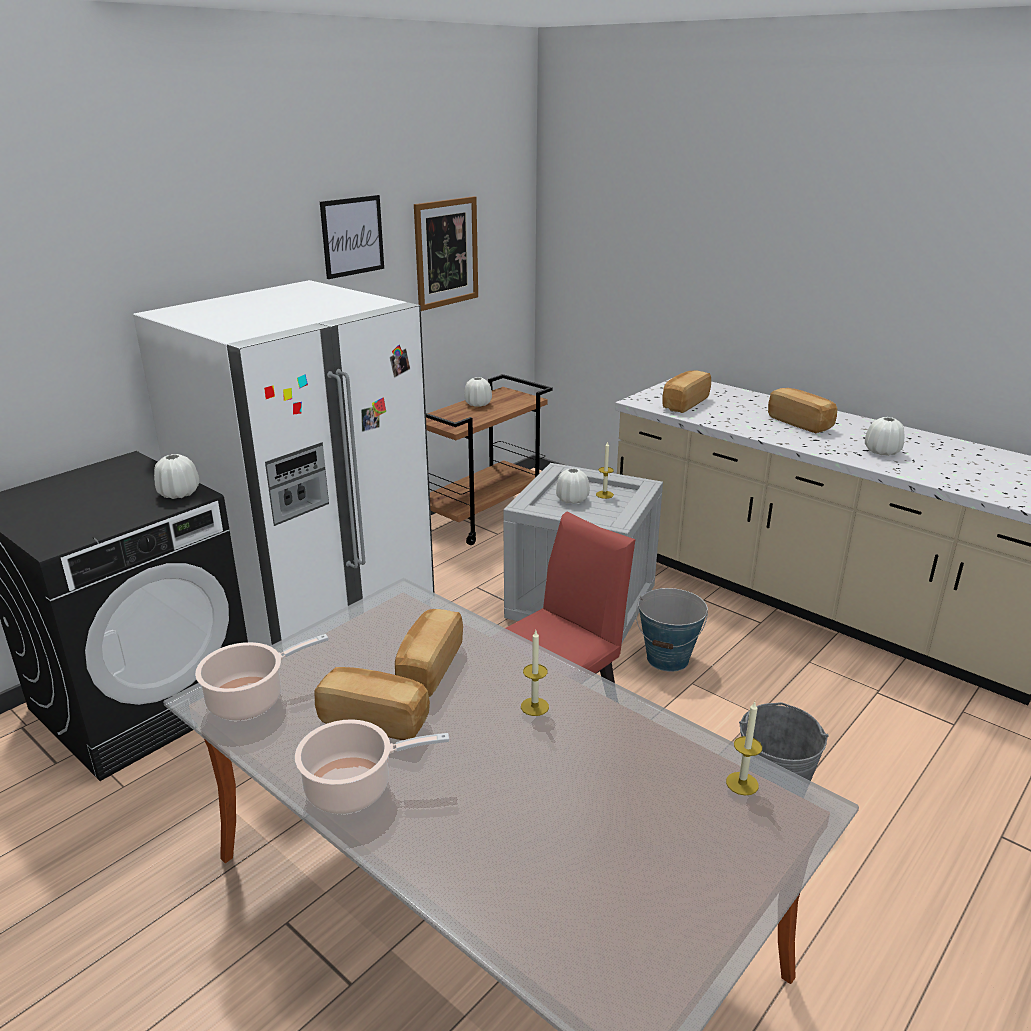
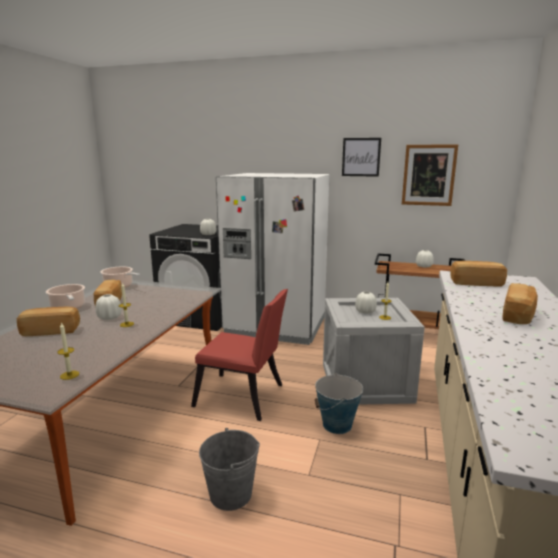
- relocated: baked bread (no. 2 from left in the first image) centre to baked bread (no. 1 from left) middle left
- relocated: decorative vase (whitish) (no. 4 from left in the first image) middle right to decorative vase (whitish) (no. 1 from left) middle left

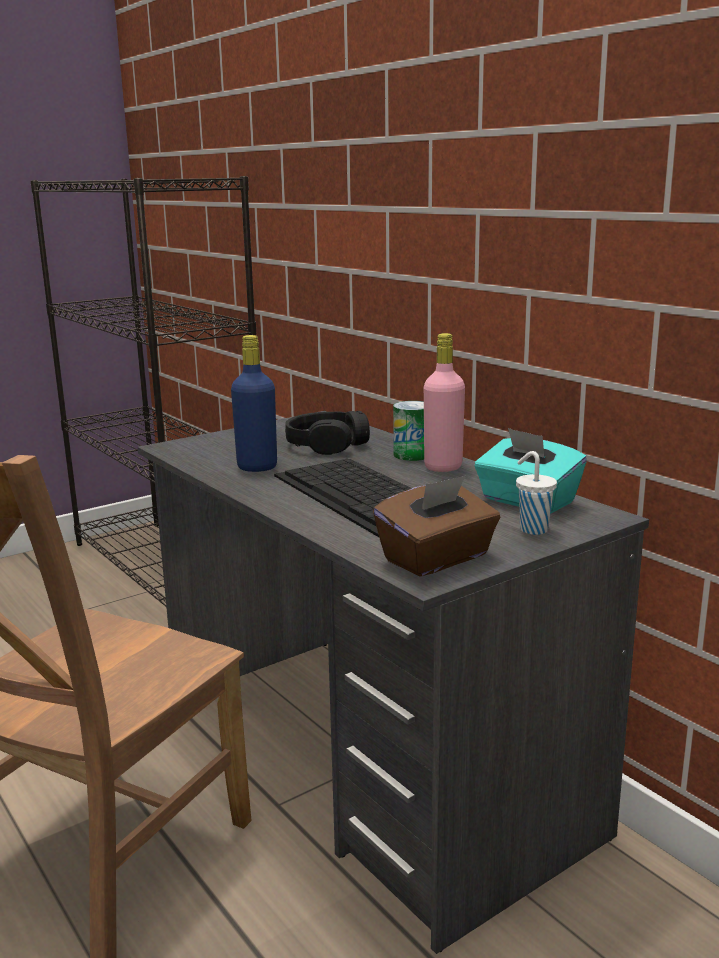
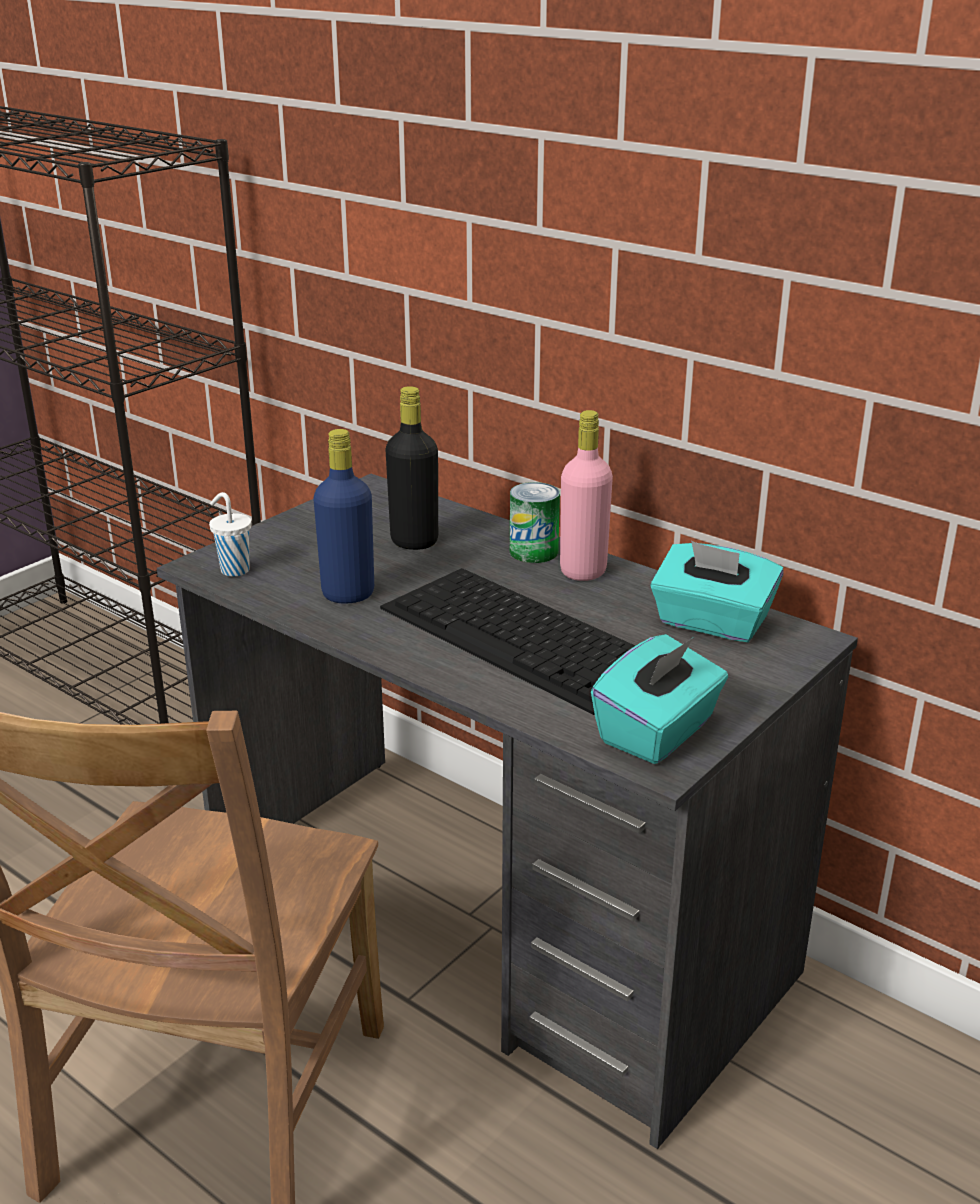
- relocated: drinking cup (whitish) middle right to middle left
- exchanged: pair of headphones (blackish) centre to beverage bottle (blackish) centre
- colour: box of tissues (brownish) centre to box of tissues (blue-green) (no. 1 from left) middle right

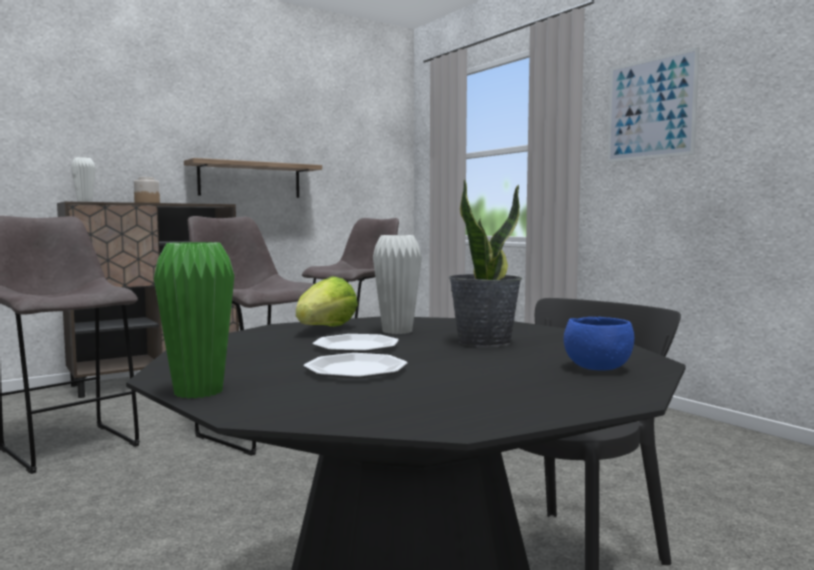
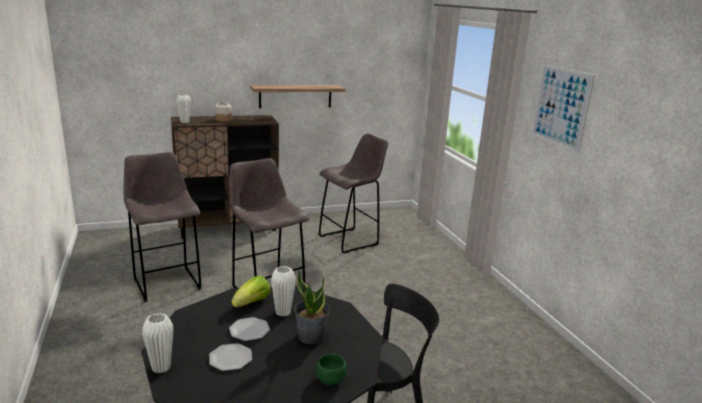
- colour: decorative vase (green) middle left to decorative vase (whitish) (no. 1 from left) bottom left
- colour: bowl (blue) middle right to bowl (green) bottom centre

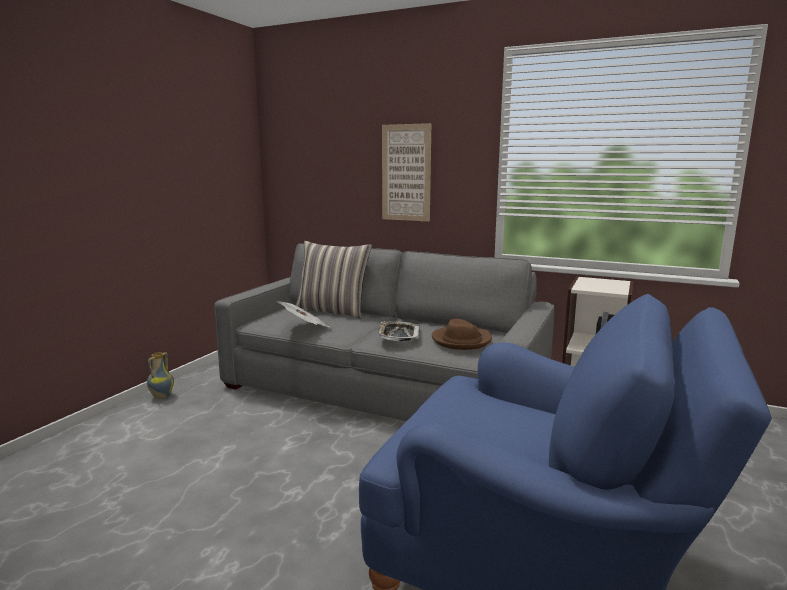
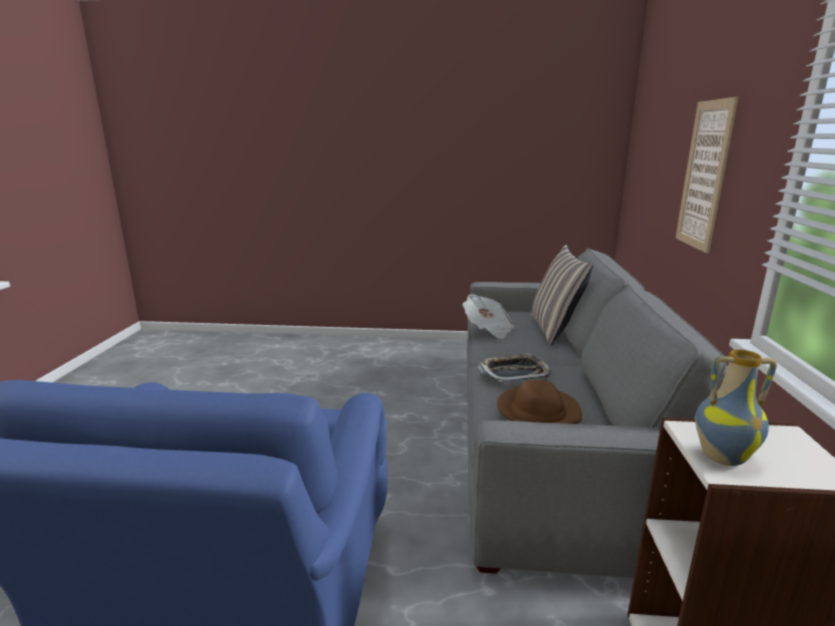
- relocated: decorative vase middle left to middle right

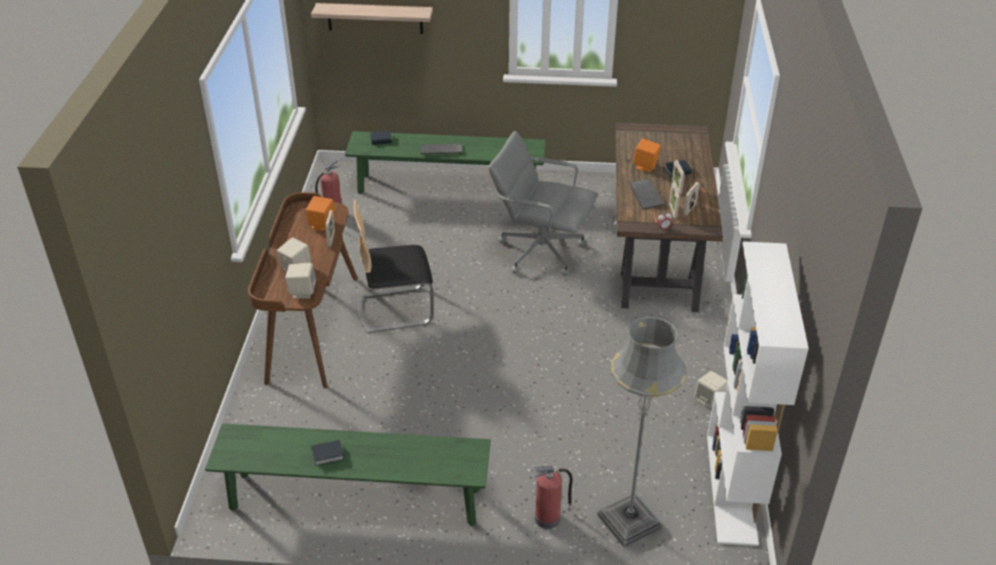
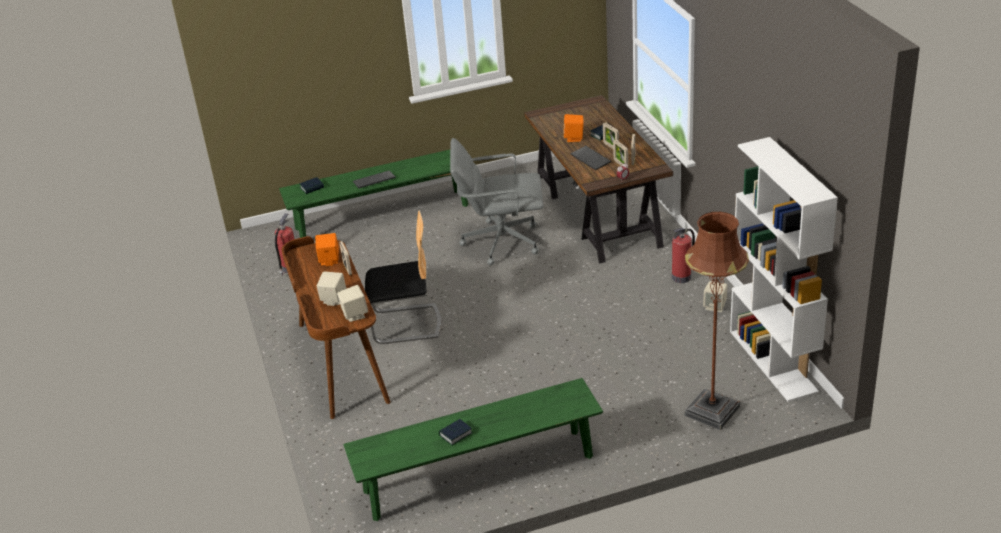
- spun: chair centre = centre 150 degrees counterclockwise
- relocated: fire extinguisher (no. 2 from left) bottom centre to middle right
- colour: standing lamp (greyish) bottom centre to standing lamp (brownish) middle right
- missing: bracket shelf top centre

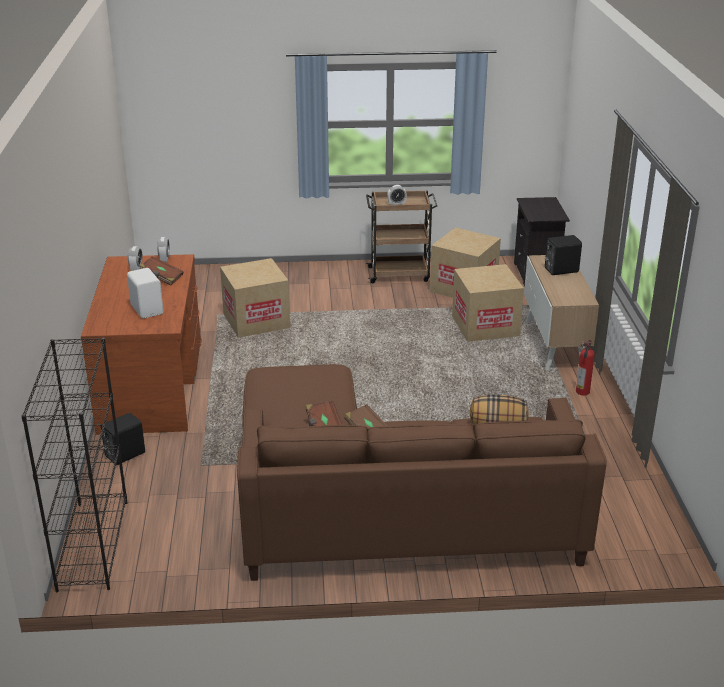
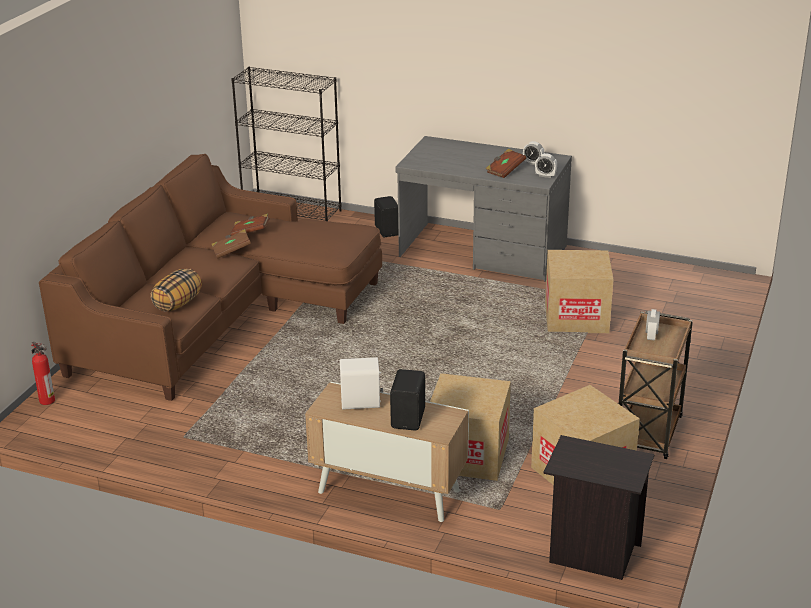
- relocated: fire extinguisher middle right to middle left
- relocated: speaker (whitish) middle left to centre
- colour: desk (brownish) middle left to desk (greyish) centre

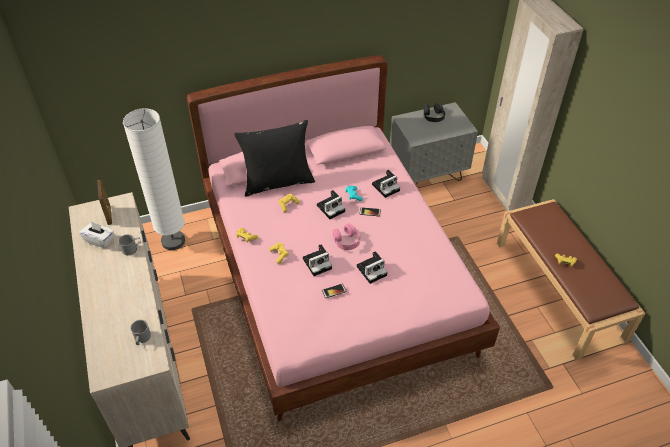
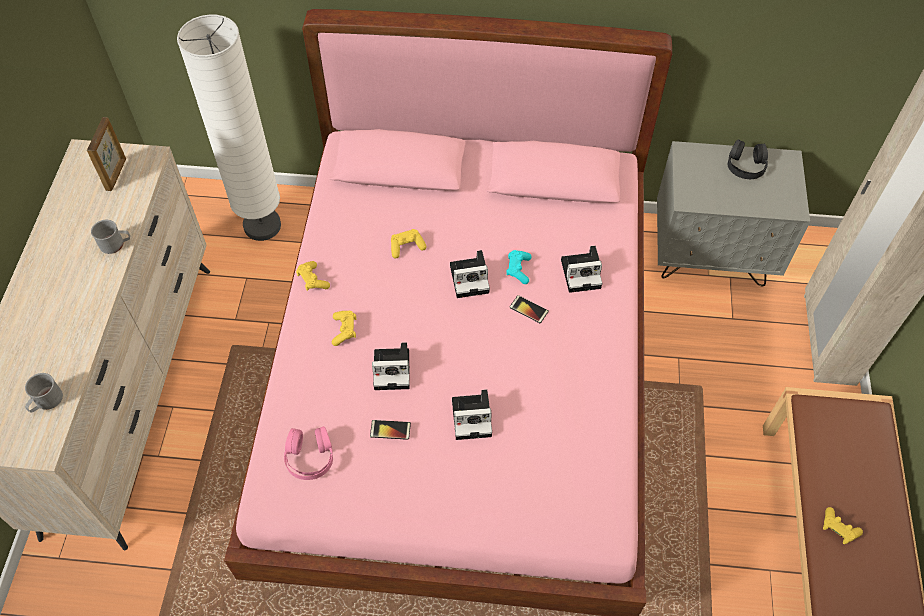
- relocated: pair of headphones (pink-coloured) centre to bottom centre
- missing: box of tissues (whitish) middle left
- missing: pillow (blackish) centre

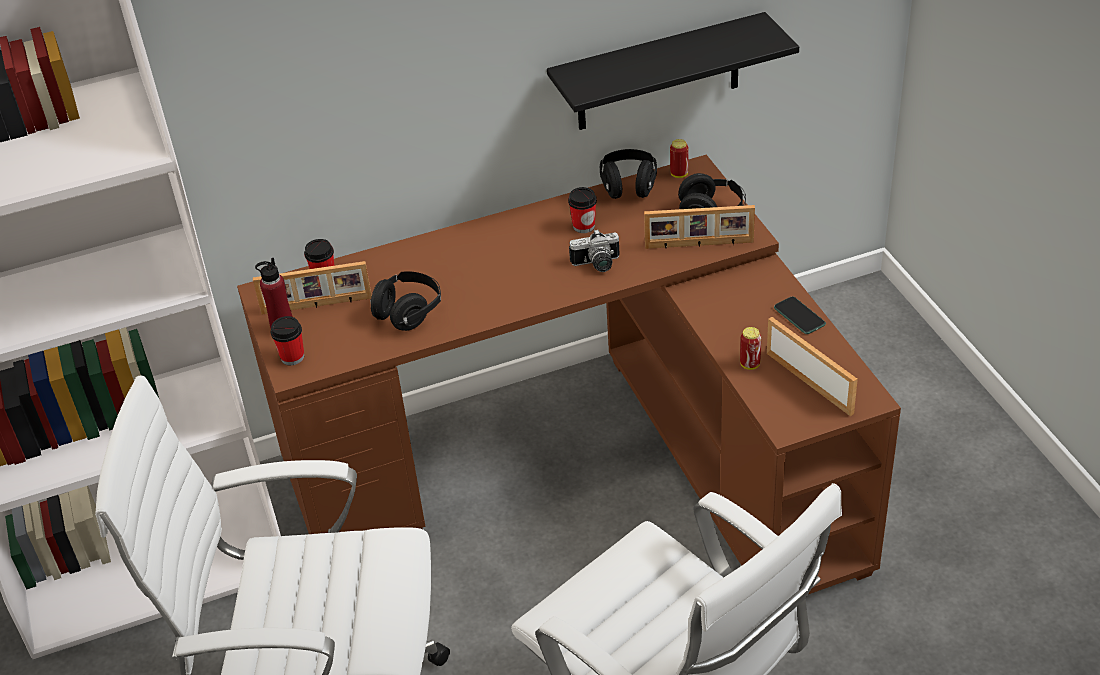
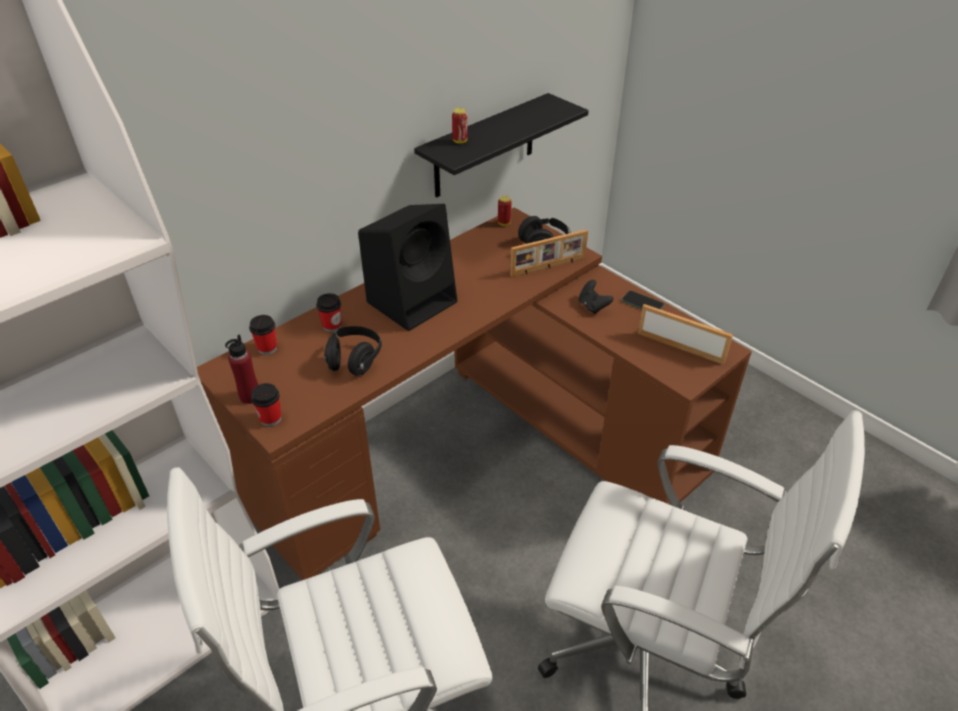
- relocated: drinking cup (no. 3 from left) top centre to centre
- appeared: speaker (blackish) centre
- relocated: sealed can (no. 2 from left in the first image) middle right to sealed can (no. 1 from left) top centre
- appeared: gamepad (blackish) centre
- missing: standing frame (no. 1 from left) middle left
- missing: photo camera centre
- missing: pair of headphones (blackish) (no. 2 from left) top centre

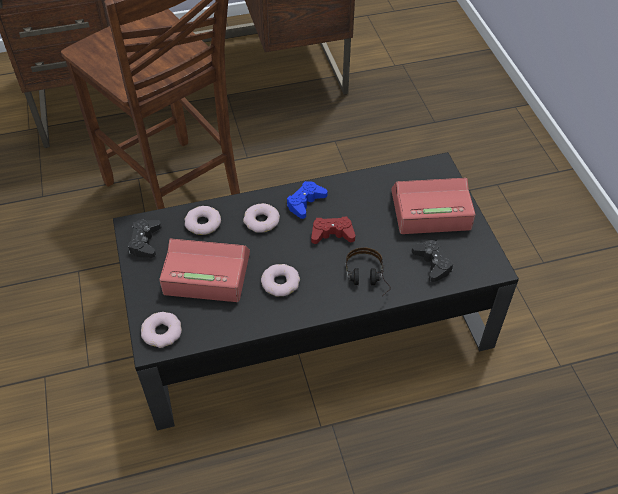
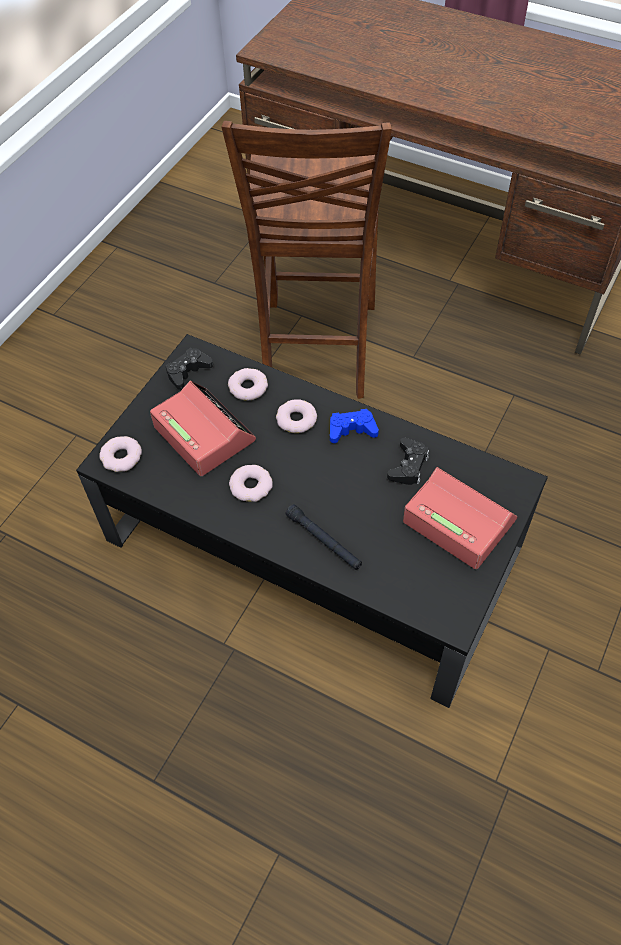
- exchanged: pair of headphones centre to flashlight (blackish) centre
- relocated: gamepad (blackish) (no. 2 from left) middle right to centre
- missing: gamepad (reddish) centre

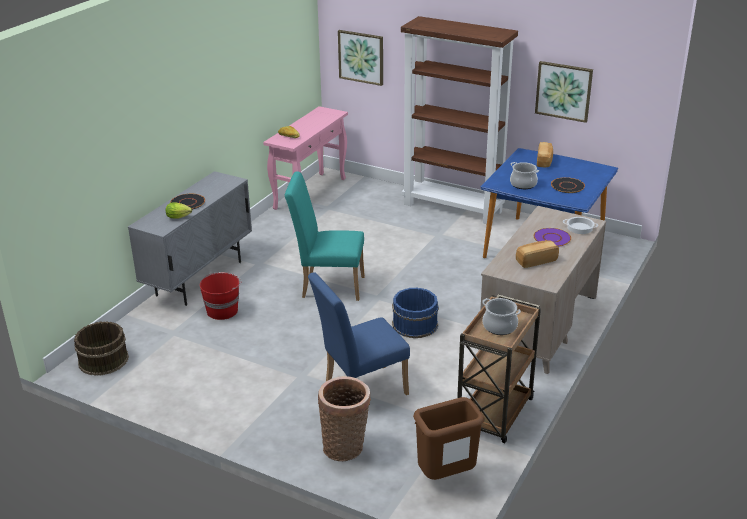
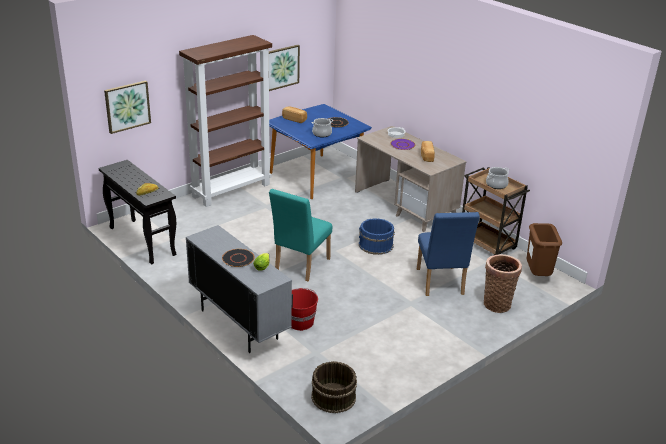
- colour: hall table (pink-coloured) top centre to hall table (blackish) middle left

